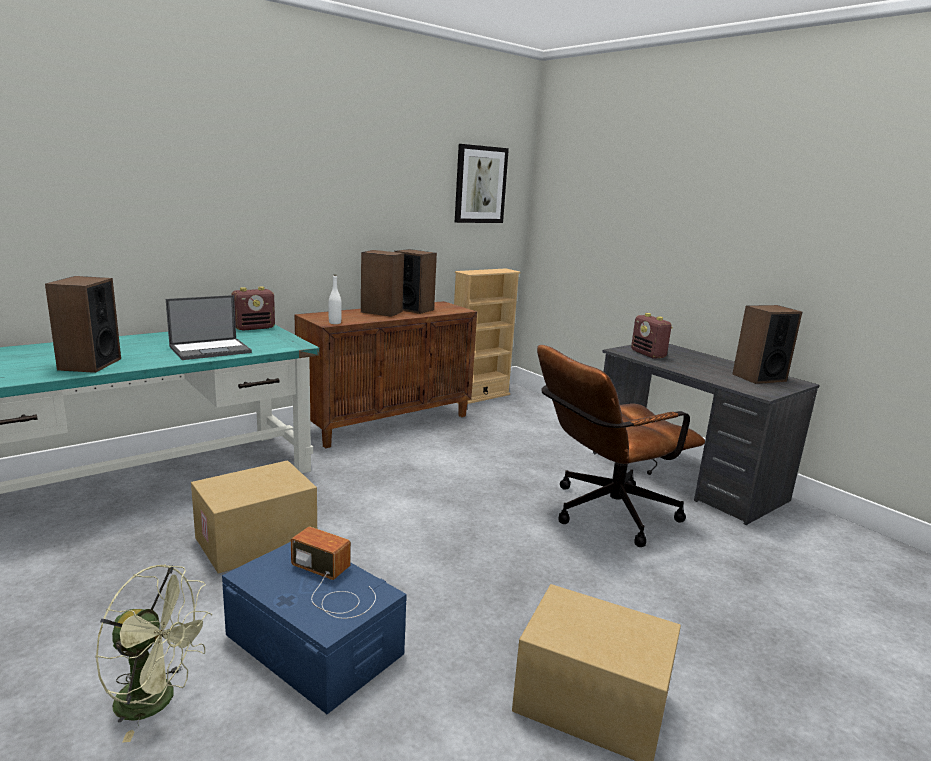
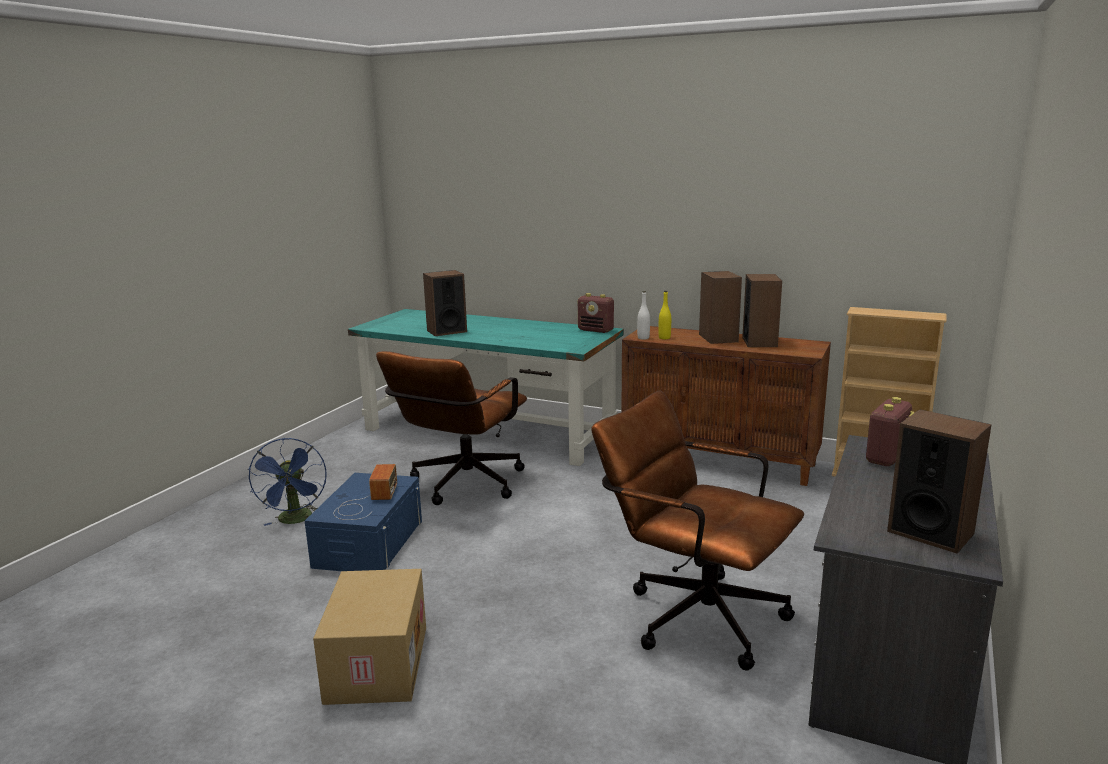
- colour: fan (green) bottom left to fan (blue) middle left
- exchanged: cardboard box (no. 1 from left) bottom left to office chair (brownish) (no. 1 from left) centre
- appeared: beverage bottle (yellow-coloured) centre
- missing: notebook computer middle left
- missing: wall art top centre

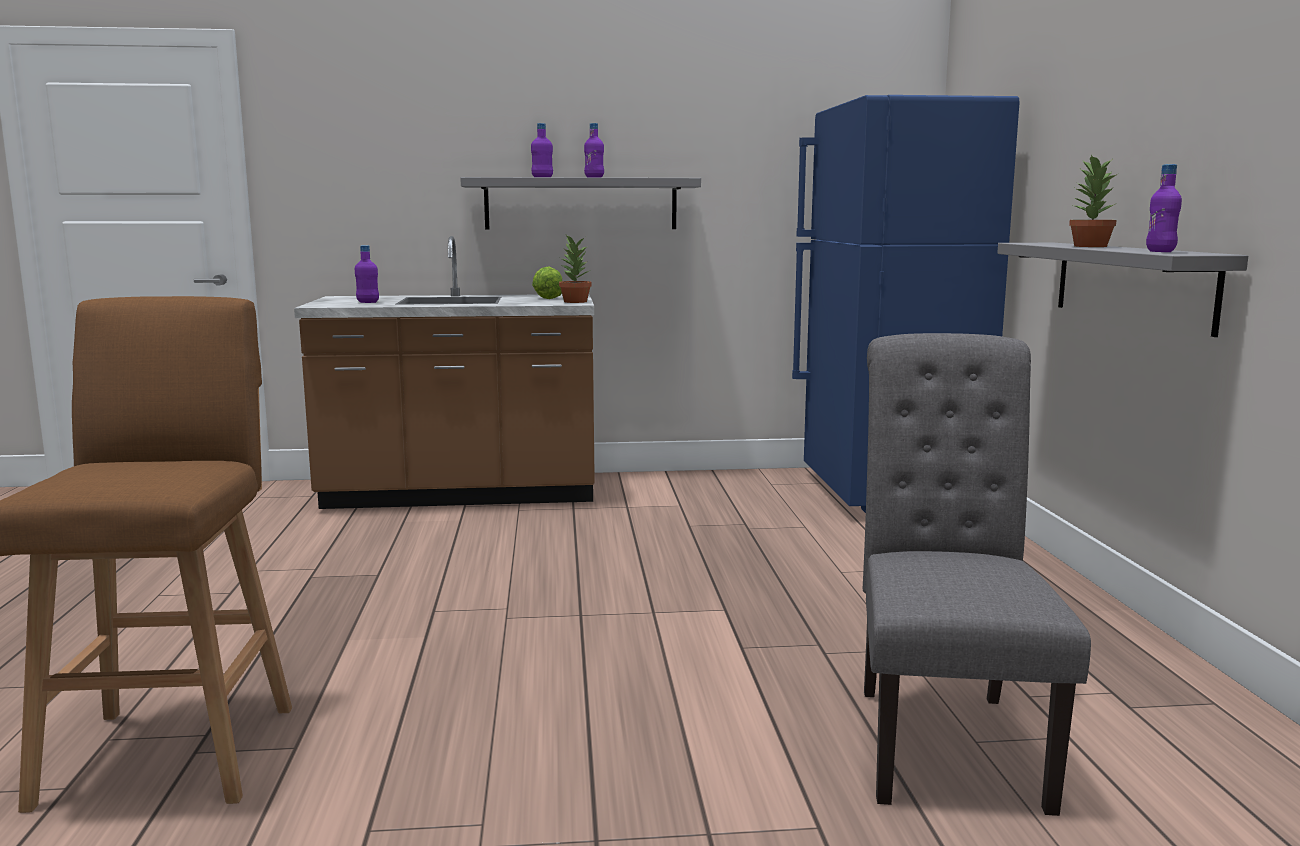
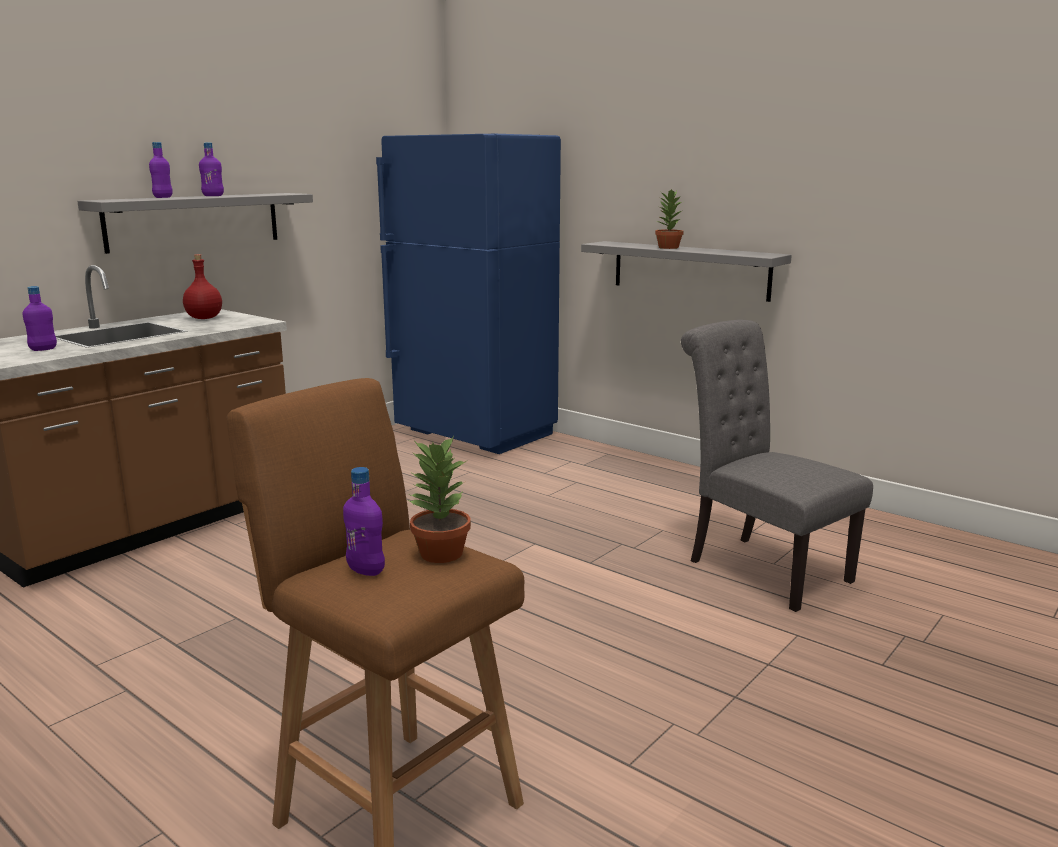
- exchanged: head of lettuce centre to beverage bottle (reddish) middle left
- relocated: beverage bottle (purplish) (no. 4 from left) top right to centre
- relocated: potted plant (no. 1 from left) top centre to centre

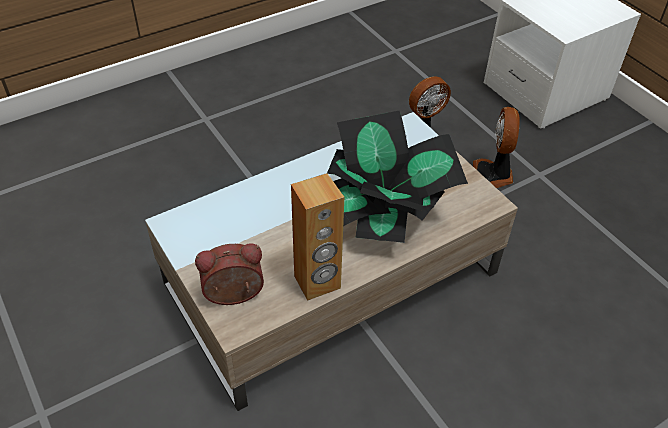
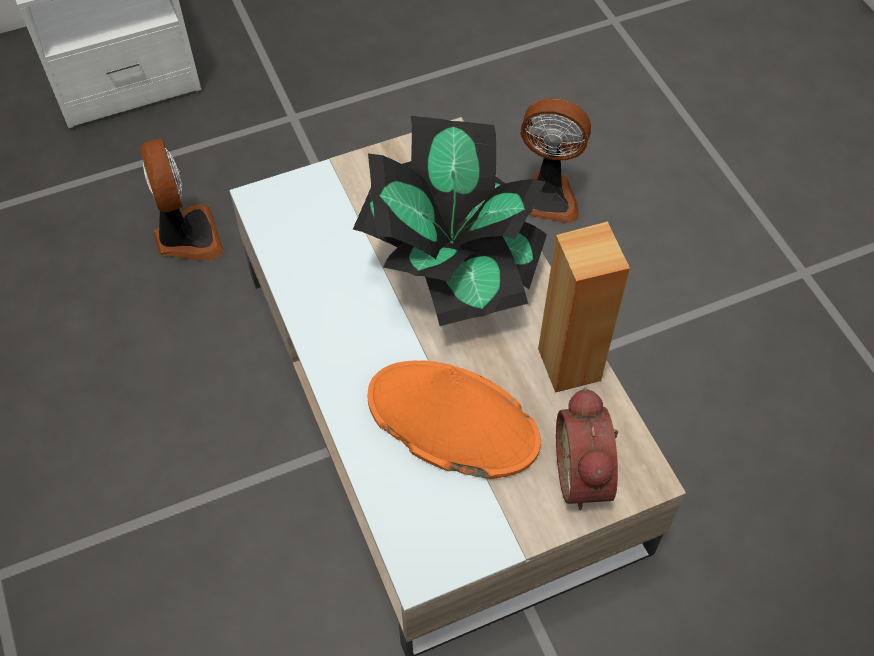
- appeared: hat (orangey) centre
- relocated: fan (no. 2 from left) middle right to top centre

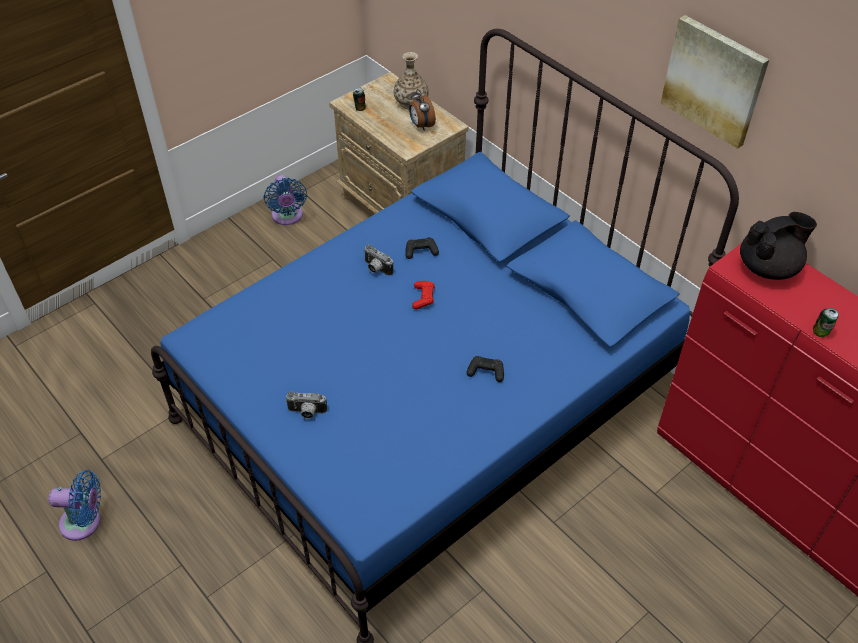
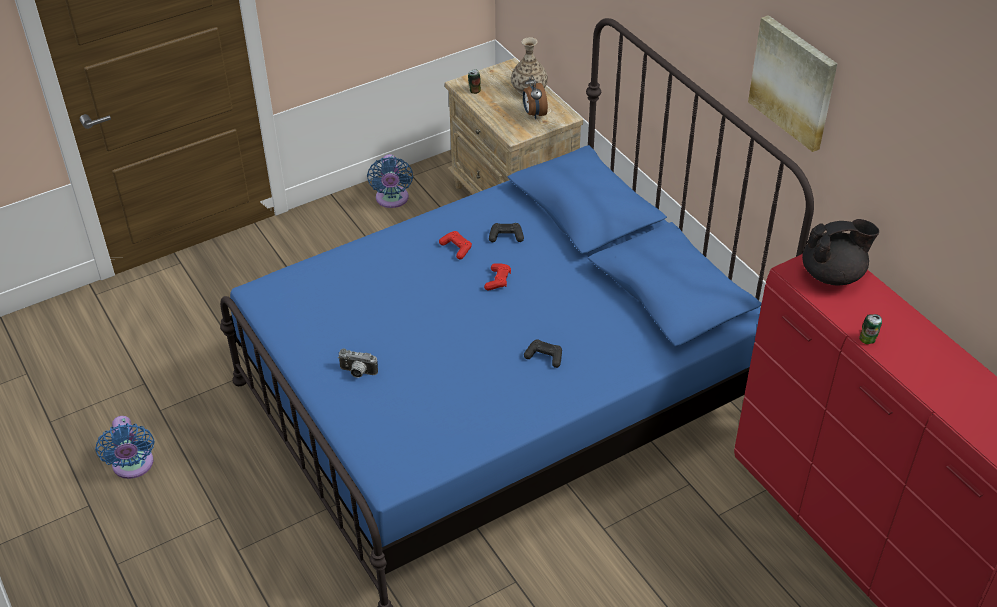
- spun: fan (blue) (no. 1 from left) bottom left = bottom left 60 degrees clockwise
- exchanged: photo camera (no. 2 from left) centre to gamepad (reddish) (no. 1 from left) centre

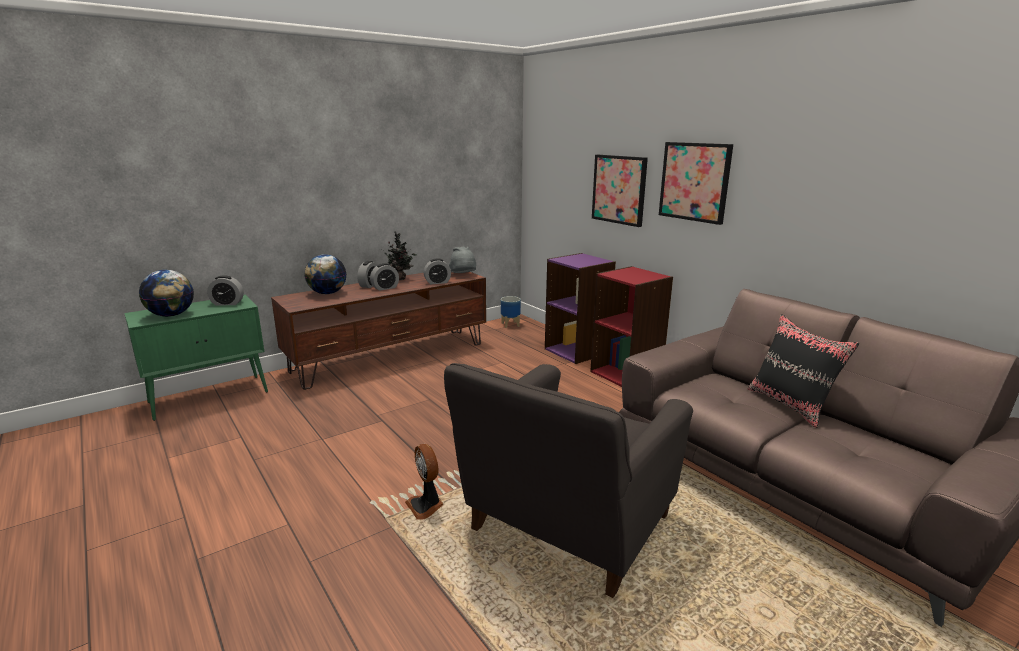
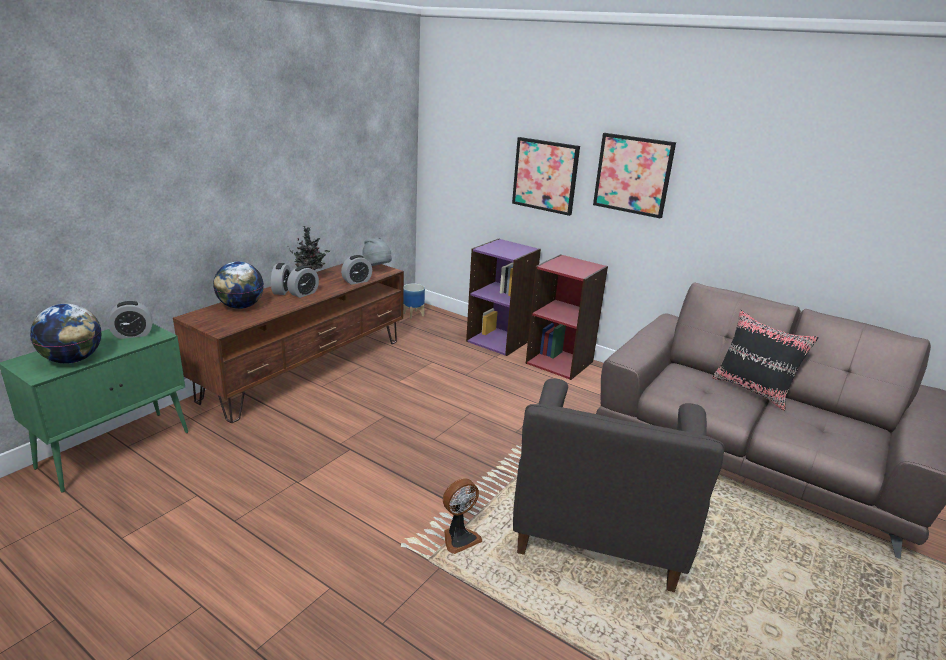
- spun: fan bottom centre = bottom centre 75 degrees counterclockwise

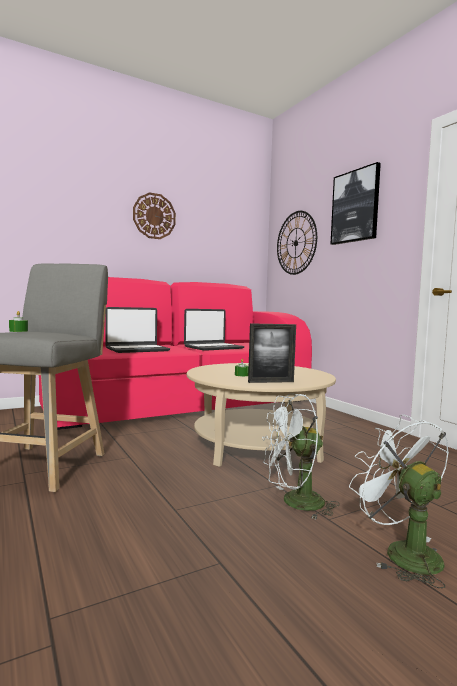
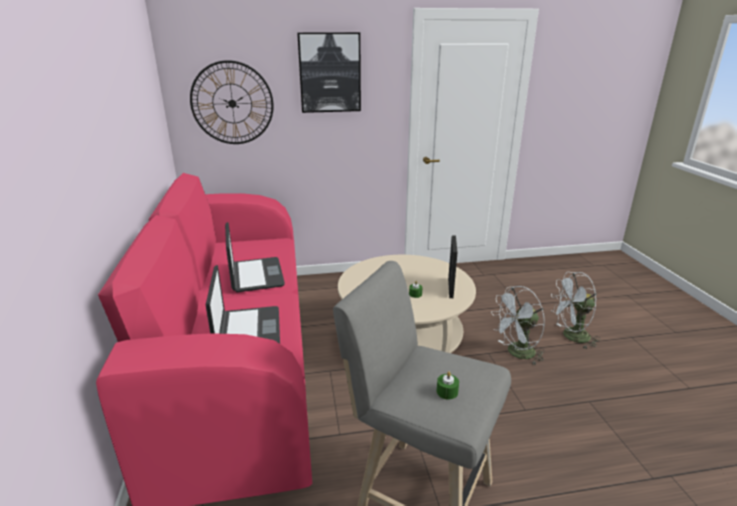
- spun: fan (whitish) (no. 1 from left) centre = middle right 60 degrees clockwise
- missing: hanging clock (no. 1 from left) top centre

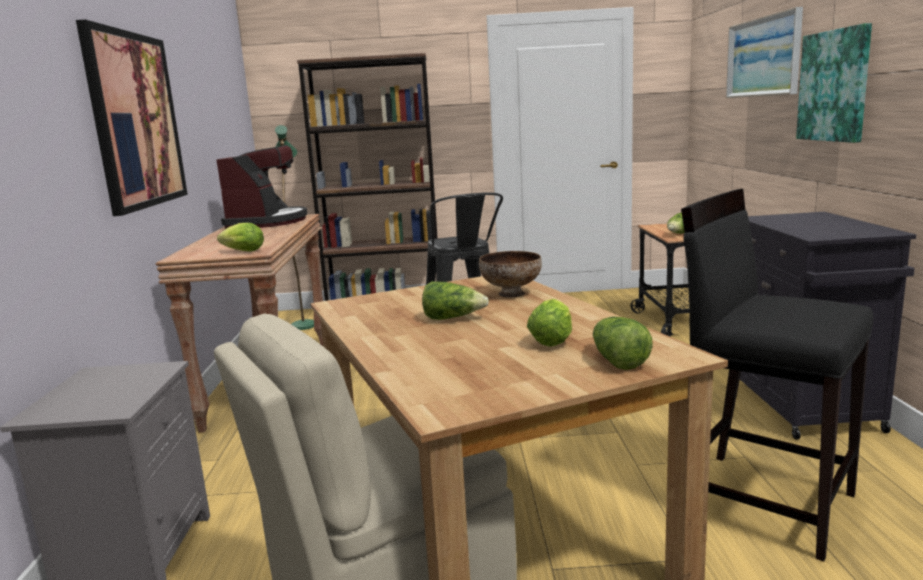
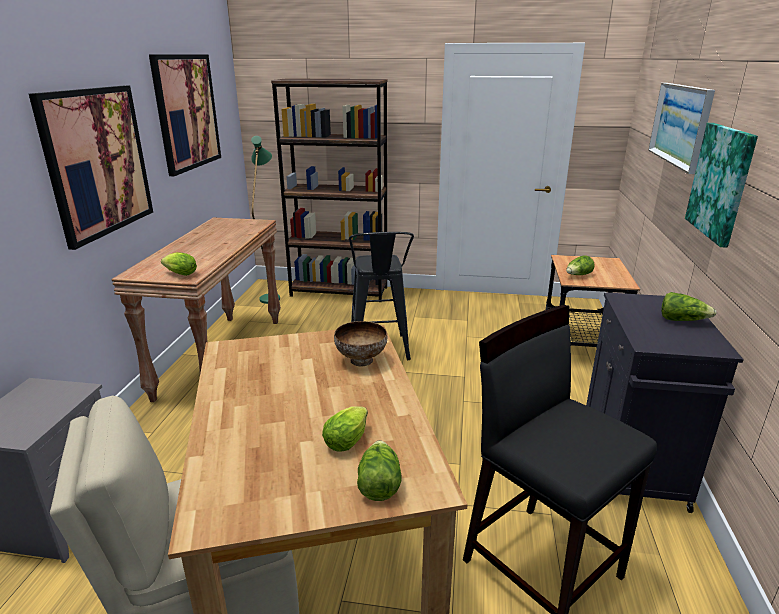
- appeared: wall art (no. 2 from left) top left
- relocated: head of lettuce (no. 2 from left in the first image) centre to head of lettuce (no. 5 from left) middle right
- missing: coffee maker top left

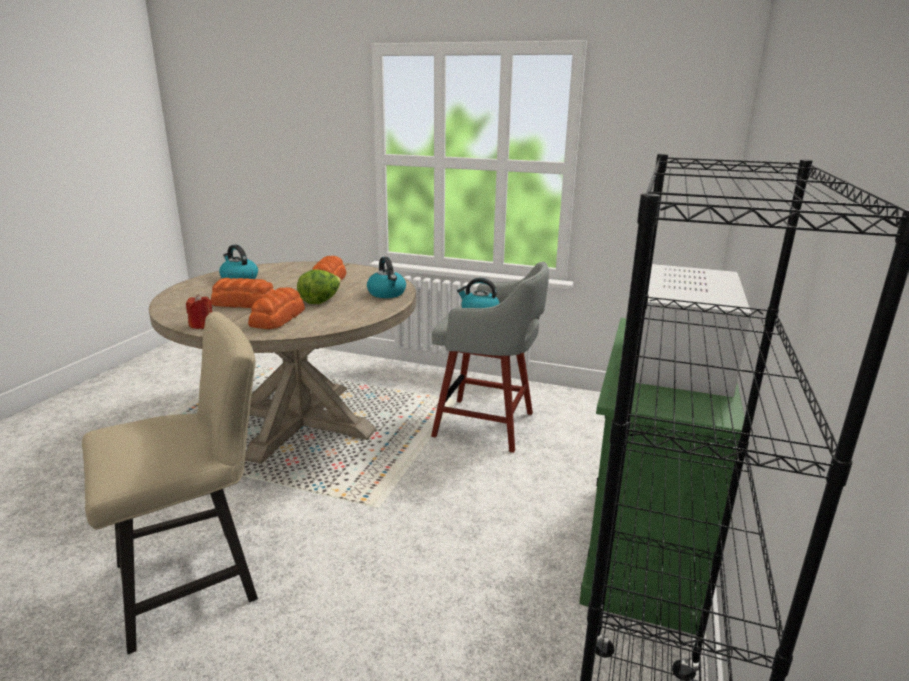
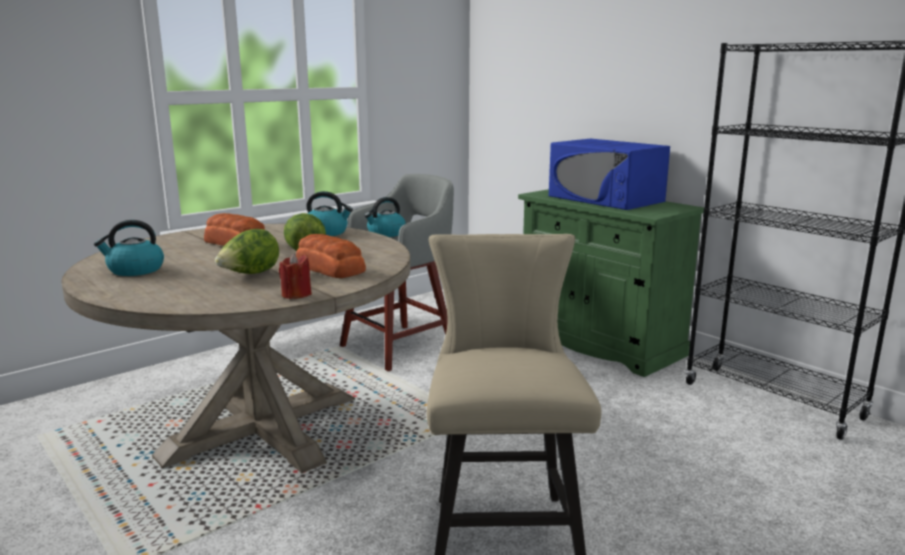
- exchanged: baked bread (no. 1 from left) middle left to head of lettuce (no. 1 from left) middle left
- colour: microwave oven (whitish) middle right to microwave oven (blue) top right

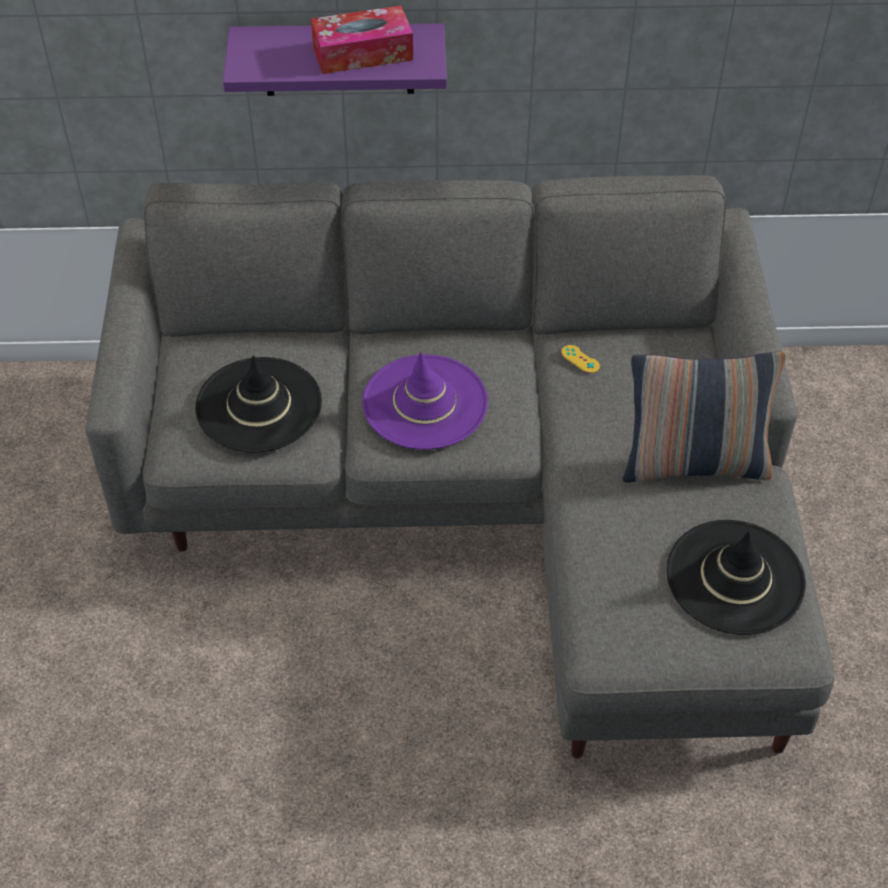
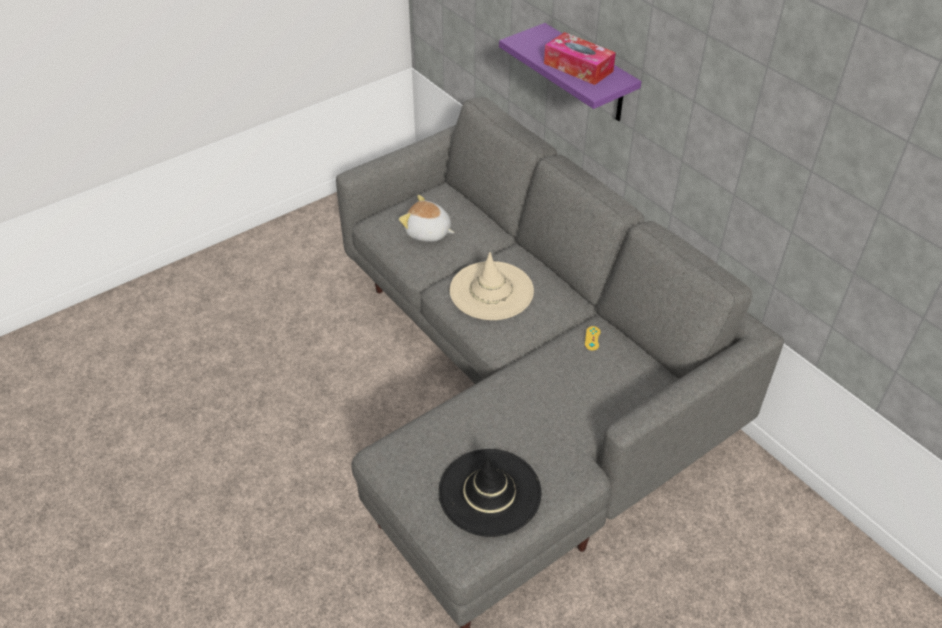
- exchanged: hat (blackish) (no. 1 from left) middle left to soft toy centre
- colour: hat (purplish) centre to hat (sand-coloured) centre
- missing: pillow middle right

